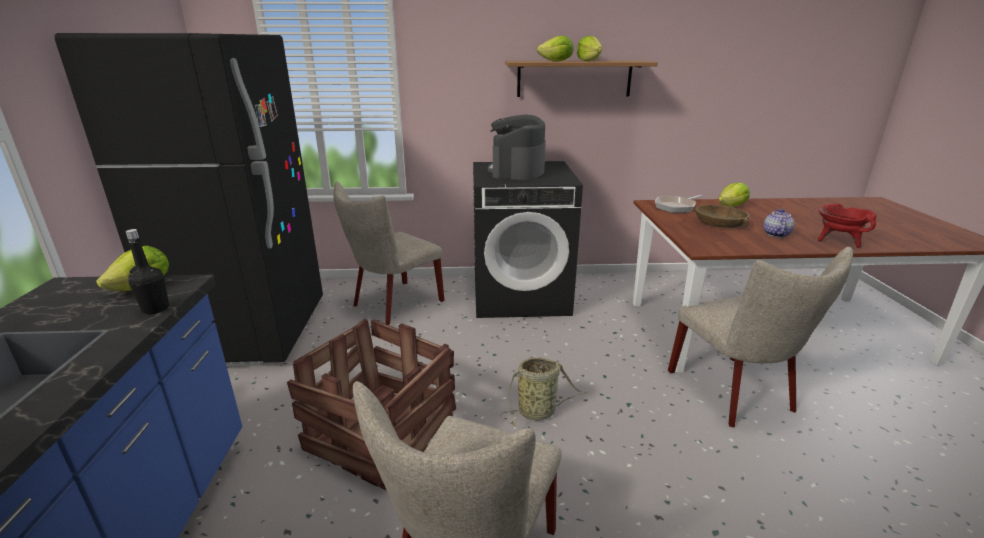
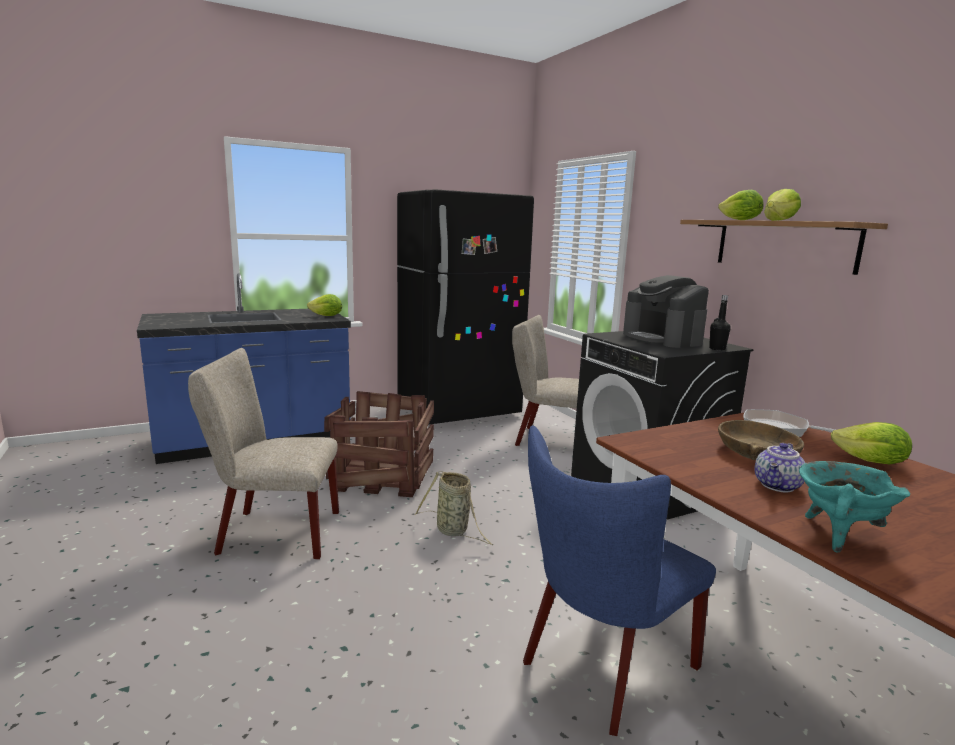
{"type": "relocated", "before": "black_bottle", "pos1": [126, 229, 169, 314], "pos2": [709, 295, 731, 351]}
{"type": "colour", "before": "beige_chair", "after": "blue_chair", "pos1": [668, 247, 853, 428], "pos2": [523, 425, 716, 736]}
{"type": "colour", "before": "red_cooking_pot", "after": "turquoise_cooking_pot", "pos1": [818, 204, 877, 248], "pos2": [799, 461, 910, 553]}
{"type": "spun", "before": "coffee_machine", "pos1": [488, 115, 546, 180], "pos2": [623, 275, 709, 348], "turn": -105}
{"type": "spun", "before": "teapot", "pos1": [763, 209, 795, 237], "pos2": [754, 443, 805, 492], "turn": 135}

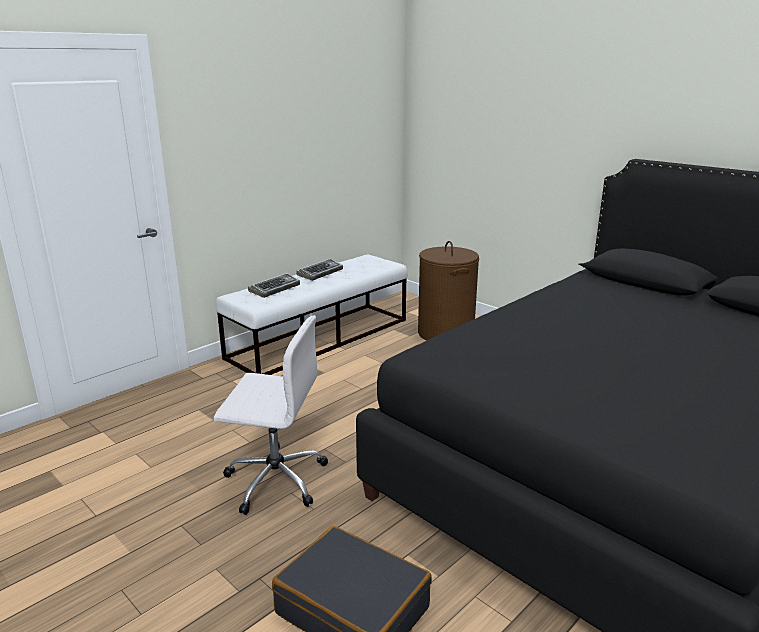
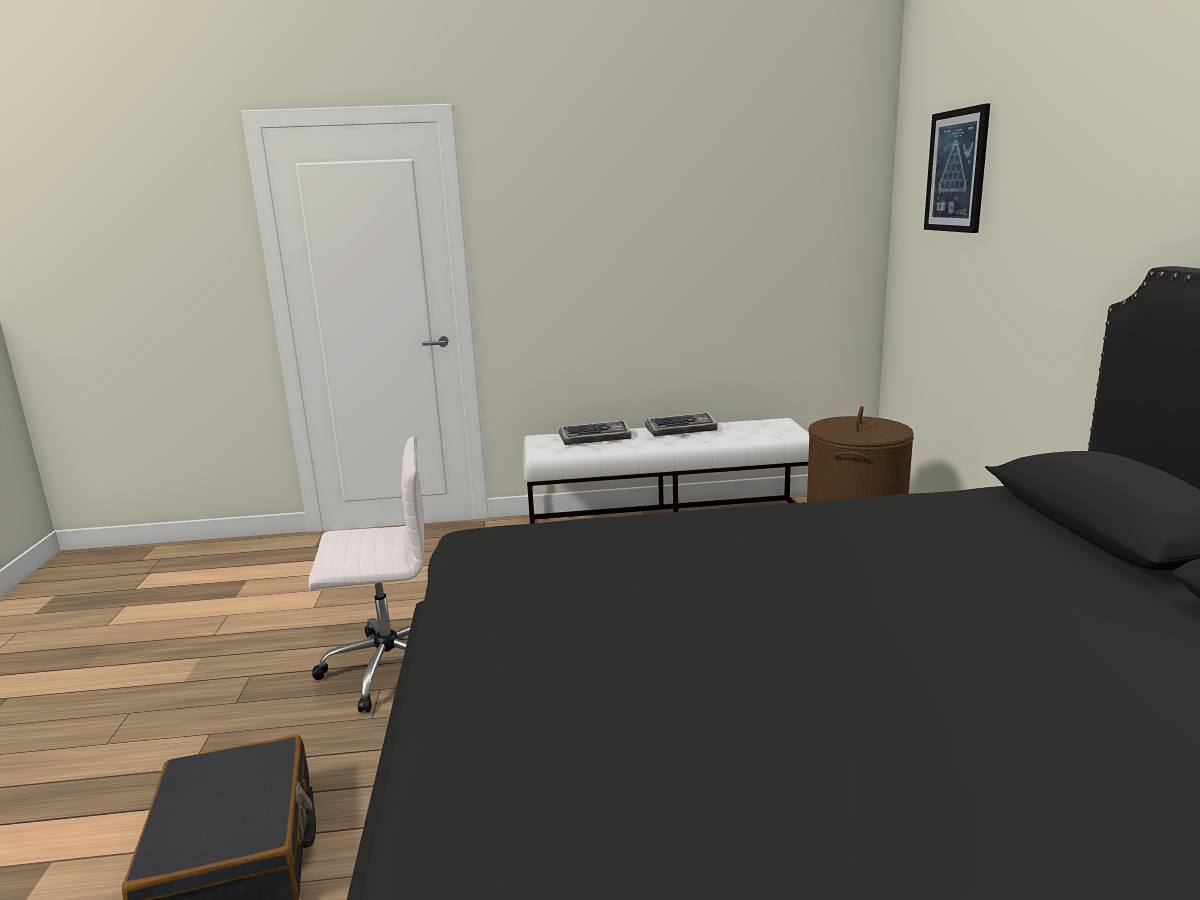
{"type": "appeared", "after": "picture", "pos2": [924, 103, 990, 233]}
{"type": "spun", "before": "white_office_chair", "pos1": [214, 315, 328, 515], "pos2": [308, 436, 424, 713], "turn": -60}

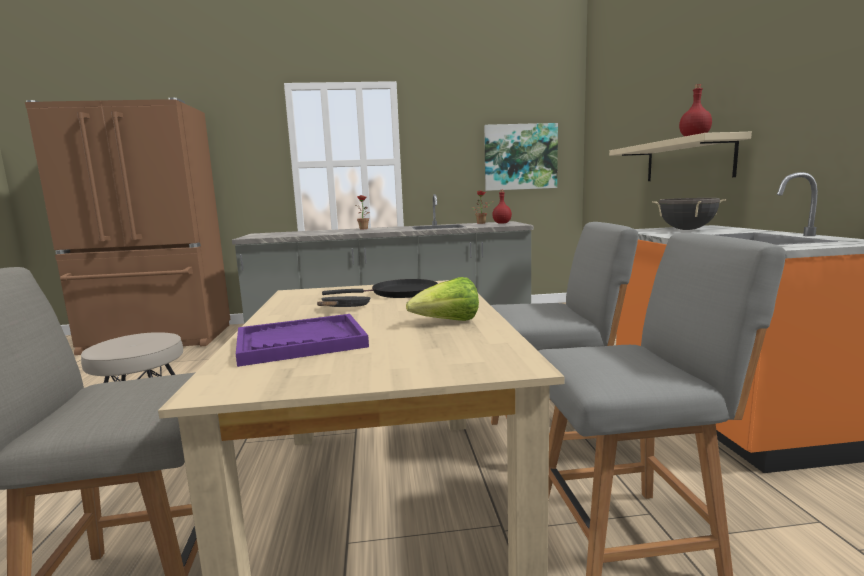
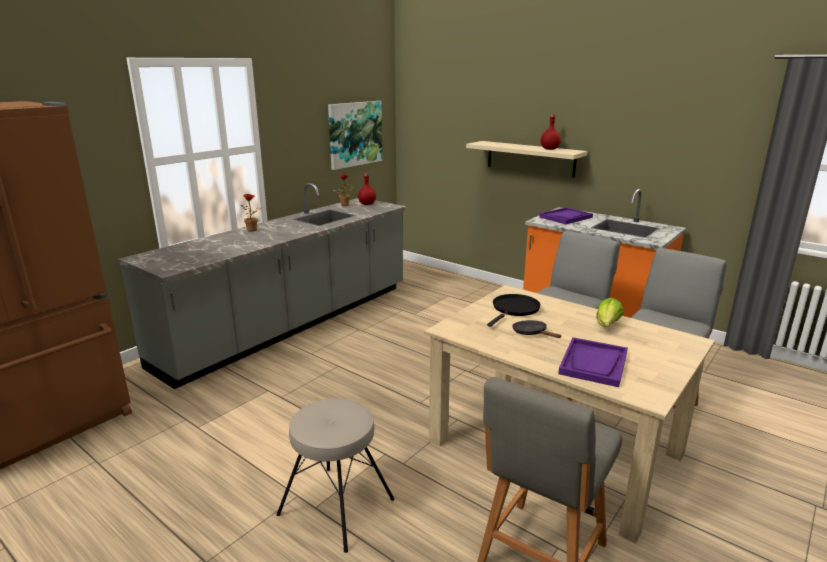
{"type": "exchanged", "before": "black_cooking_pot", "after": "purple_tray", "pos1": [652, 198, 726, 230], "pos2": [539, 207, 593, 224]}

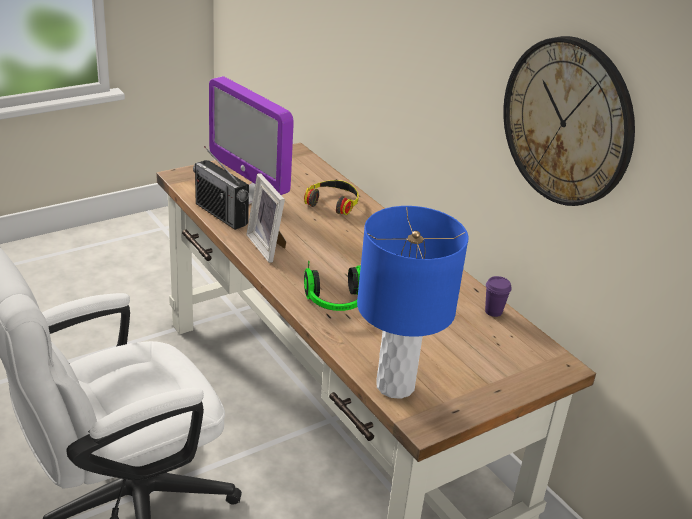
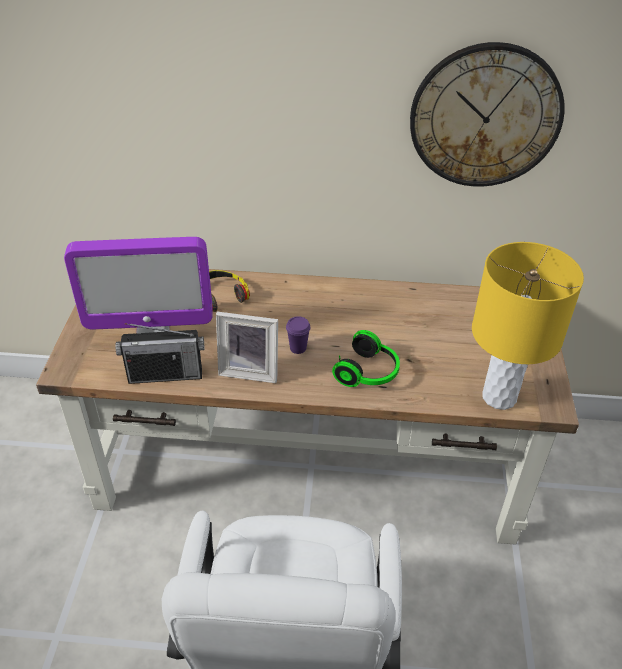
{"type": "relocated", "before": "purple_cup", "pos1": [485, 276, 512, 317], "pos2": [286, 316, 311, 354]}
{"type": "colour", "before": "blue_table_lamp", "after": "yellow_table_lamp", "pos1": [357, 206, 469, 399], "pos2": [472, 242, 584, 410]}

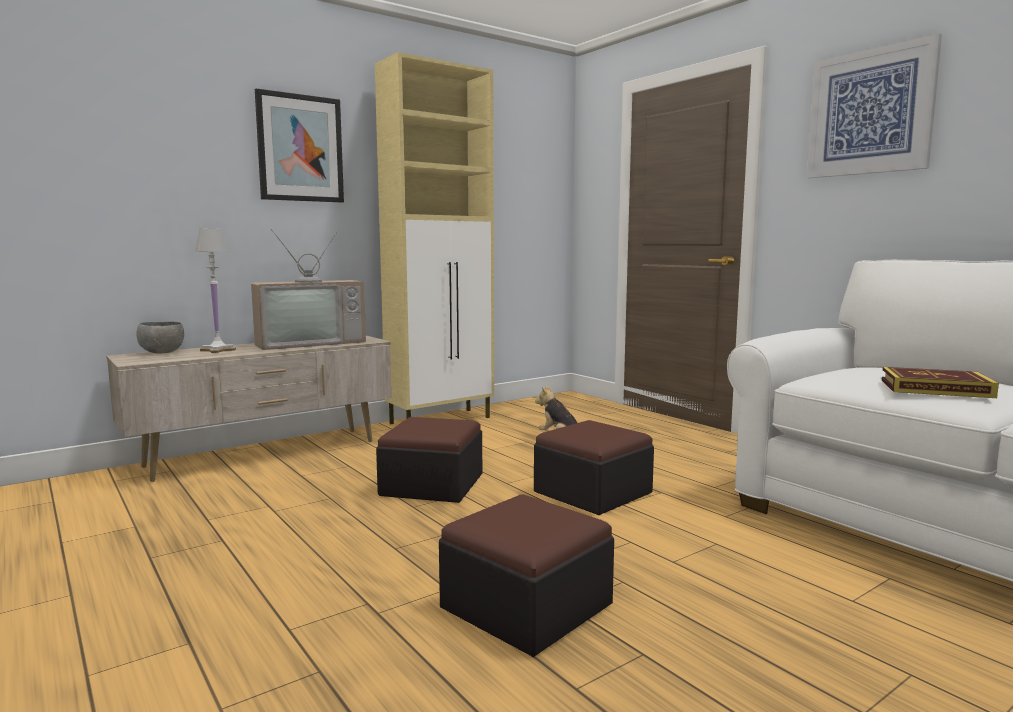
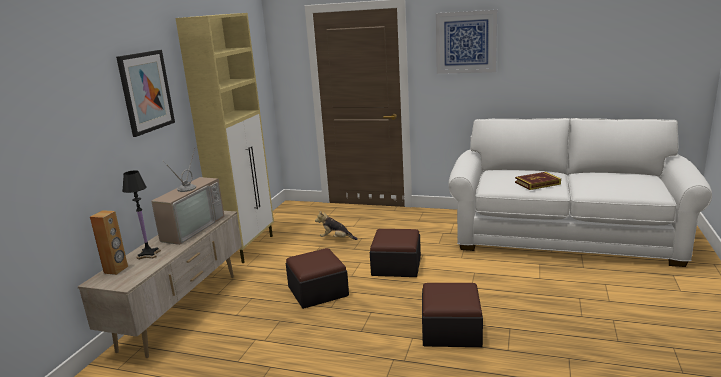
{"type": "exchanged", "before": "grey_bowl", "after": "brown_speaker", "pos1": [136, 321, 184, 353], "pos2": [90, 210, 128, 275]}
{"type": "colour", "before": "white_table_lamp", "after": "black_table_lamp", "pos1": [194, 228, 236, 353], "pos2": [122, 170, 161, 260]}

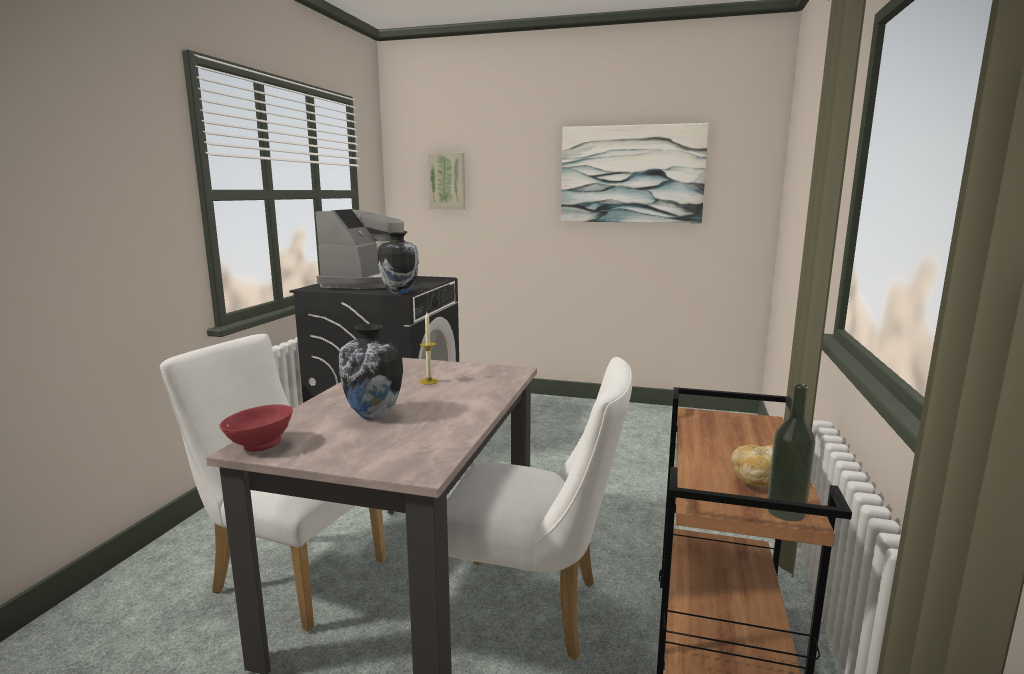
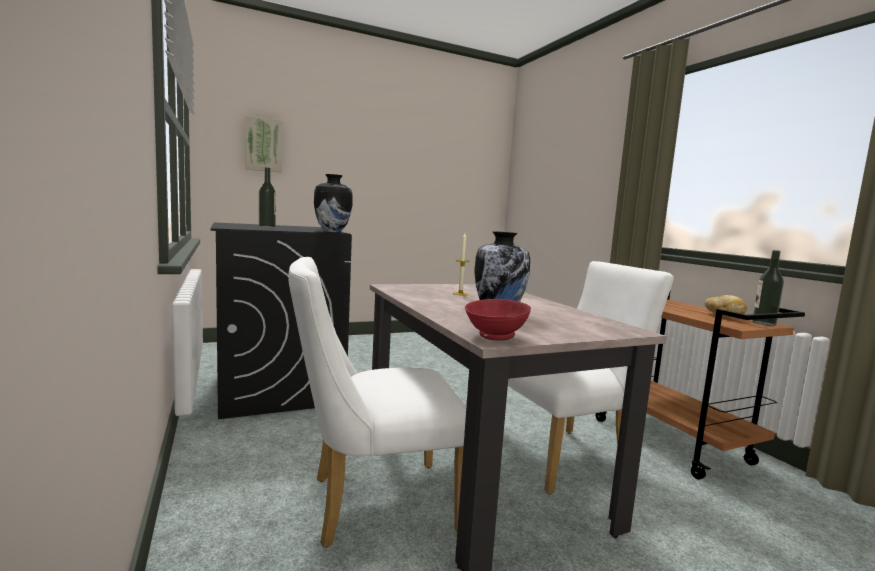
{"type": "missing", "before": "picture", "pos1": [561, 123, 709, 223]}
{"type": "exchanged", "before": "coffee_machine", "after": "bottle", "pos1": [315, 209, 408, 289], "pos2": [259, 167, 276, 228]}

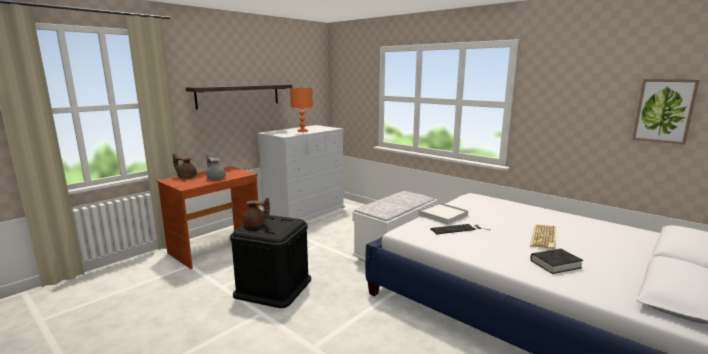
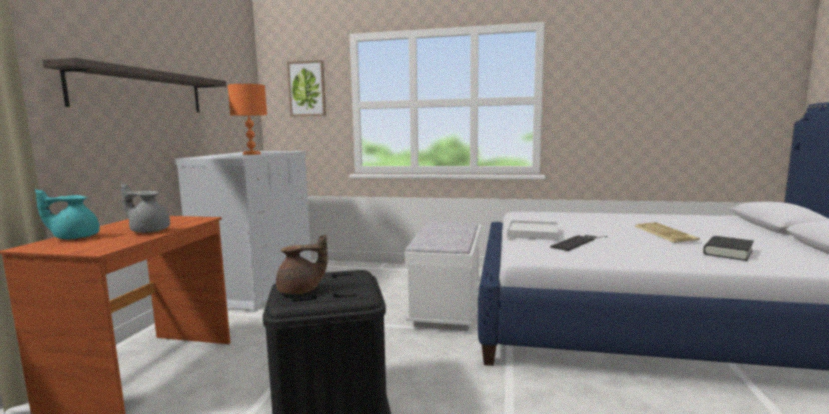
{"type": "relocated", "before": "picture", "pos1": [632, 79, 699, 145], "pos2": [287, 60, 326, 116]}
{"type": "colour", "before": "brown_teapot", "after": "turquoise_teapot", "pos1": [172, 153, 197, 179], "pos2": [35, 189, 100, 239]}

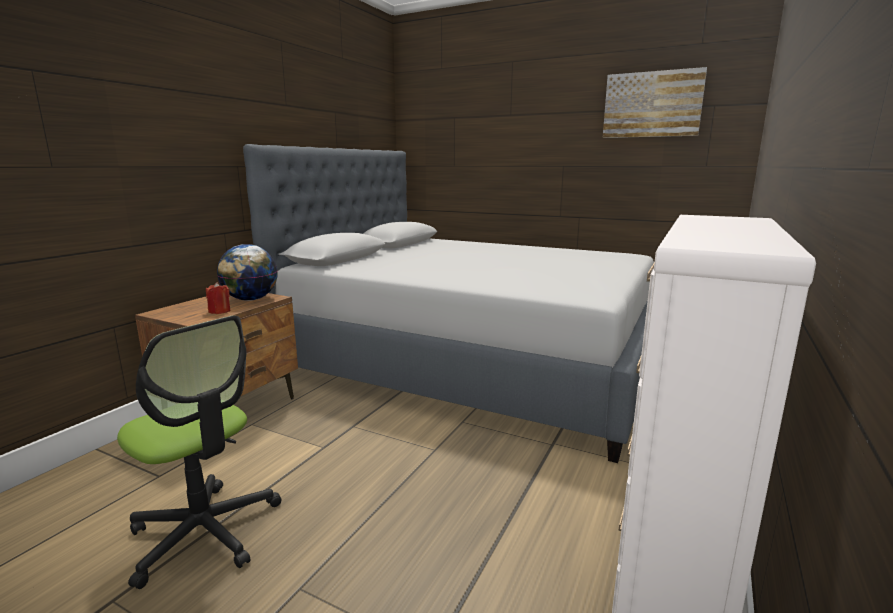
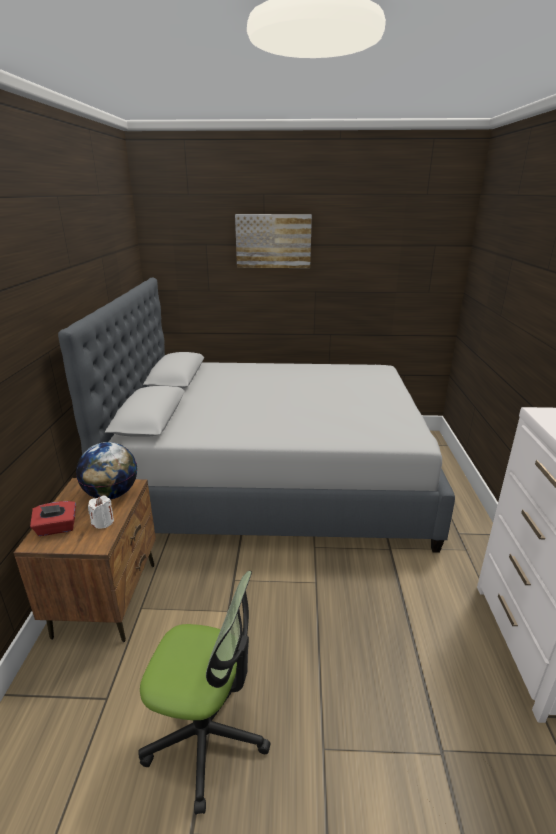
{"type": "appeared", "after": "red_tissue_box", "pos2": [30, 501, 76, 536]}
{"type": "relocated", "before": "picture", "pos1": [603, 67, 707, 138], "pos2": [235, 214, 312, 268]}
{"type": "colour", "before": "red_candle", "after": "white_candle", "pos1": [206, 282, 230, 314], "pos2": [88, 496, 114, 529]}

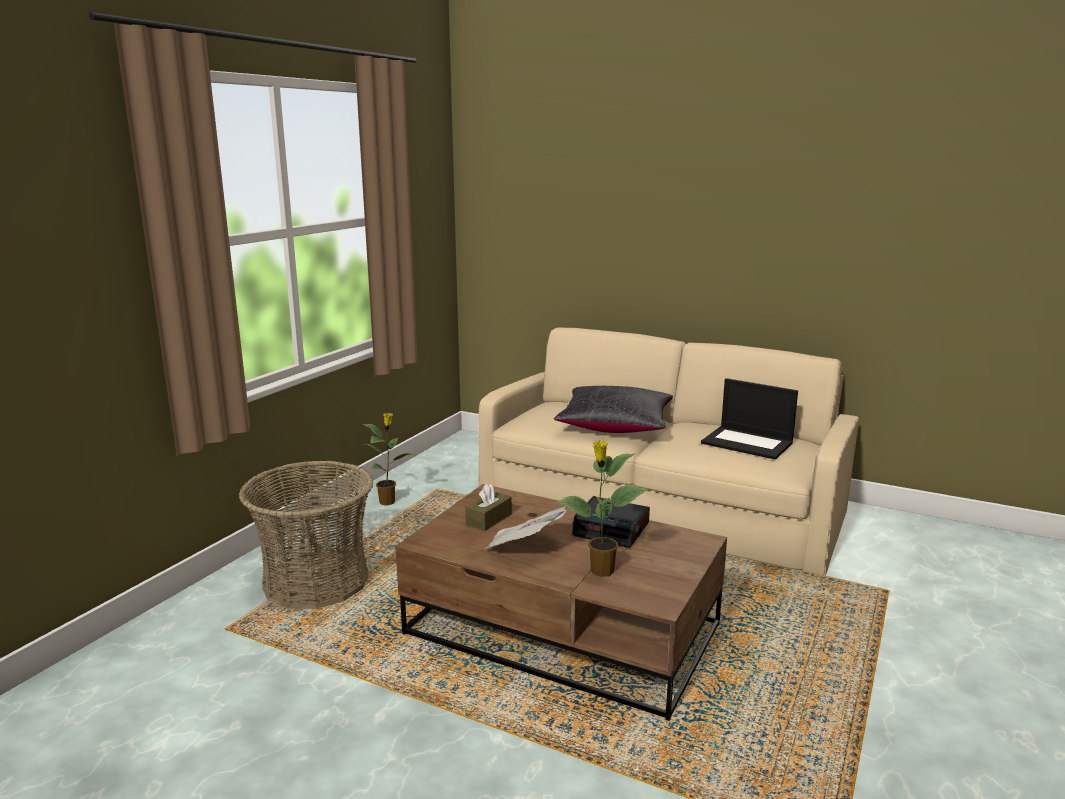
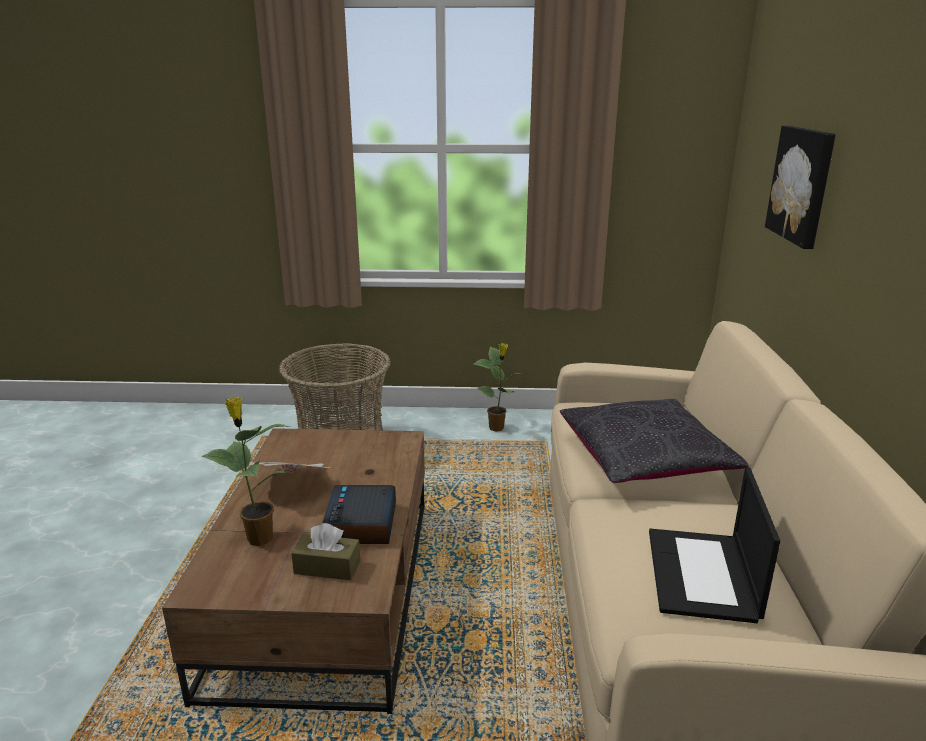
{"type": "appeared", "after": "picture", "pos2": [765, 126, 836, 249]}
{"type": "relocated", "before": "brown_tissue_box", "pos1": [465, 483, 512, 531], "pos2": [291, 523, 361, 580]}

